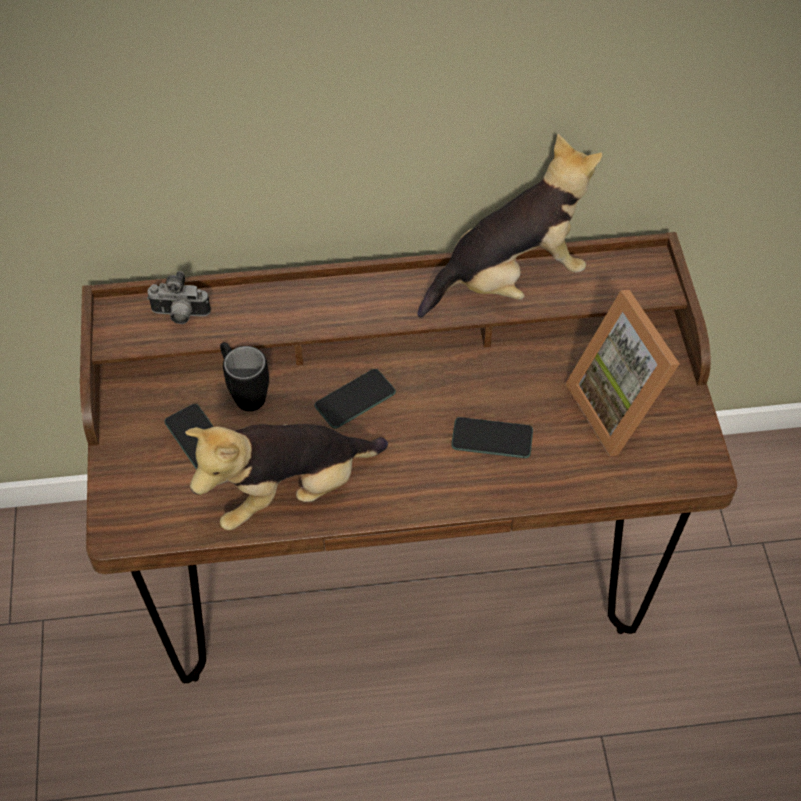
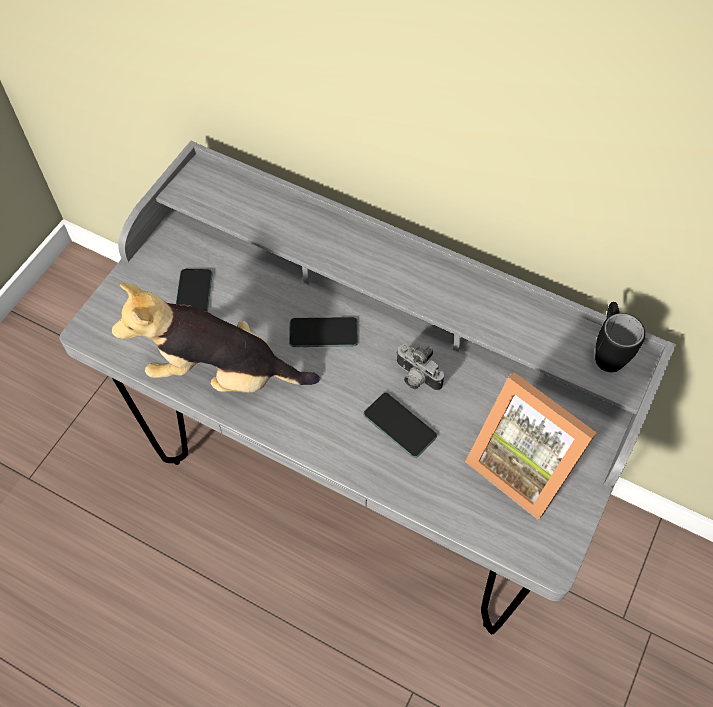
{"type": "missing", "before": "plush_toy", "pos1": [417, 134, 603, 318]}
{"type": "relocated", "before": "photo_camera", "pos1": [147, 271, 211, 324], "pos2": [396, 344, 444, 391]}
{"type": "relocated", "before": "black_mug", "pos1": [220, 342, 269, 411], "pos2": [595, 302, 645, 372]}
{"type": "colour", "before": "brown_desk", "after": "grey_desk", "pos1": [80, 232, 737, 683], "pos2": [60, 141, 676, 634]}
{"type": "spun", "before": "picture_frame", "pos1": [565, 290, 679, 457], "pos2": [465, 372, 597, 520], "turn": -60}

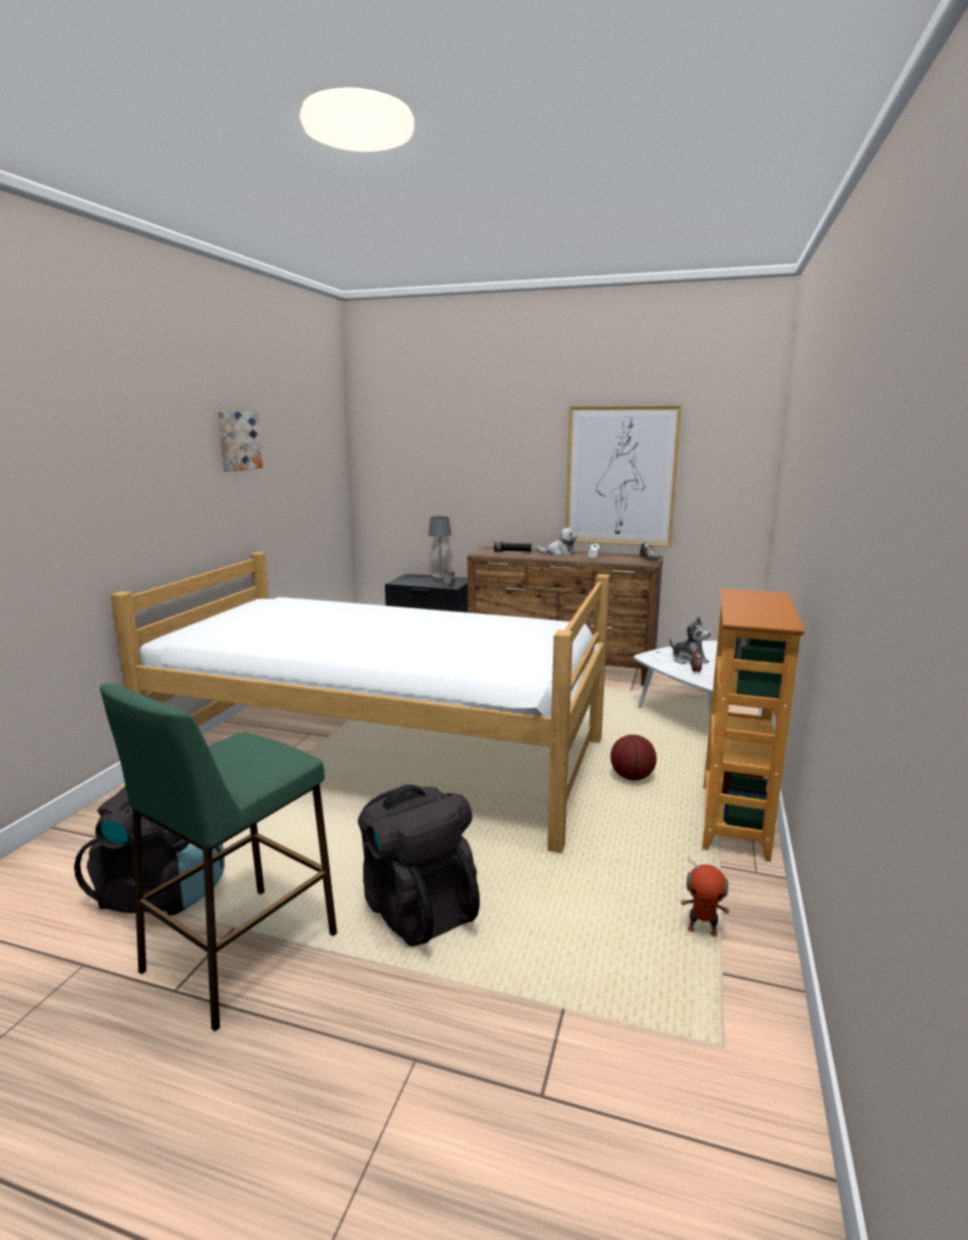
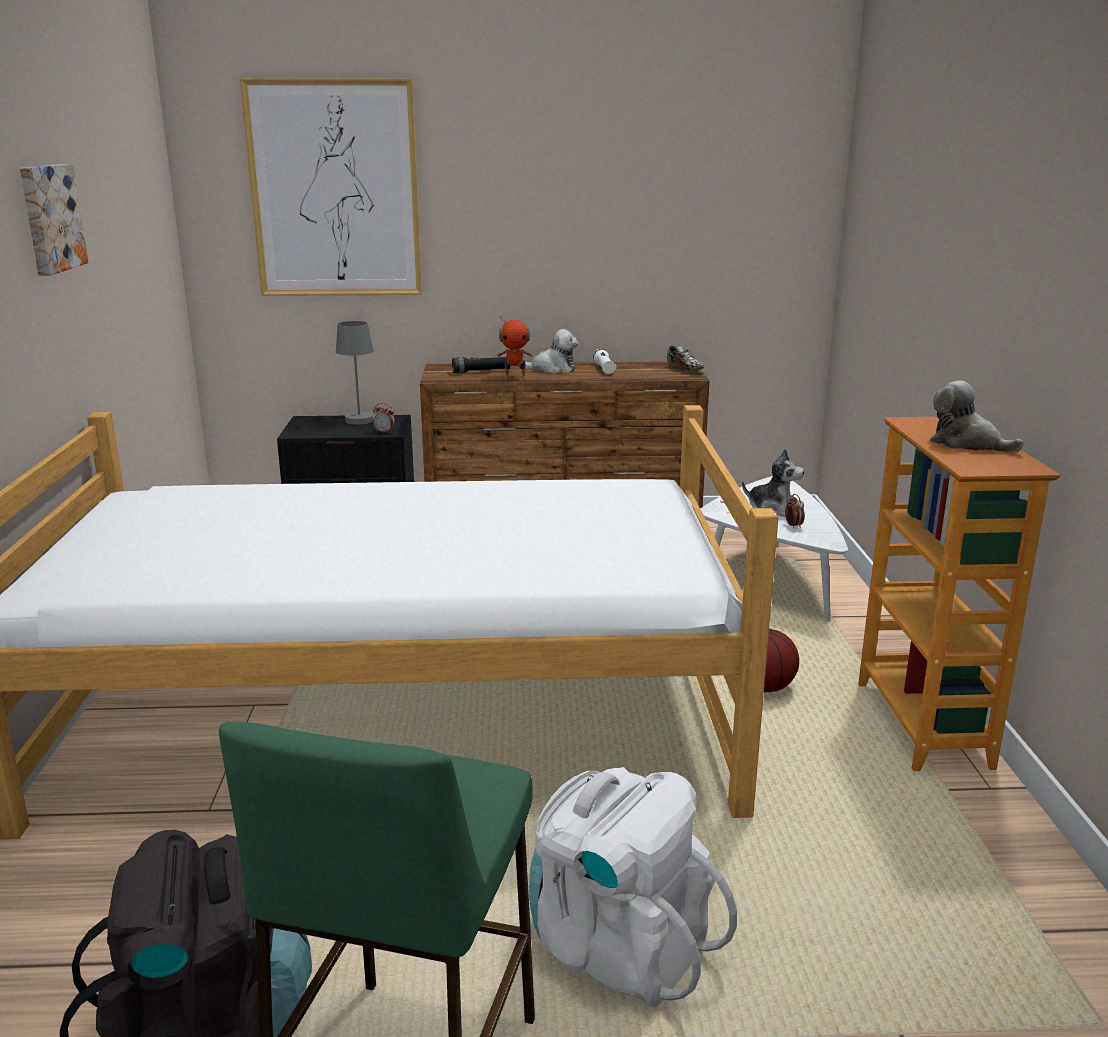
{"type": "appeared", "after": "plush_toy", "pos2": [930, 380, 1024, 452]}
{"type": "relocated", "before": "picture", "pos1": [565, 405, 682, 547], "pos2": [240, 78, 422, 296]}
{"type": "relocated", "before": "toy_robot", "pos1": [681, 857, 730, 937], "pos2": [497, 315, 533, 379]}
{"type": "colour", "before": "black_backpack", "after": "white_backpack", "pos1": [358, 784, 480, 946], "pos2": [529, 767, 737, 1007]}

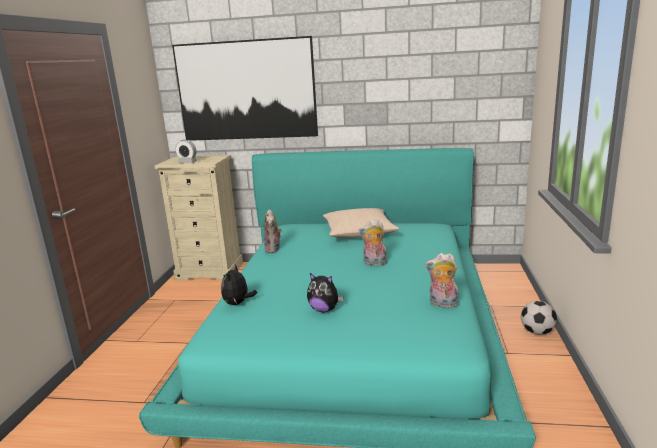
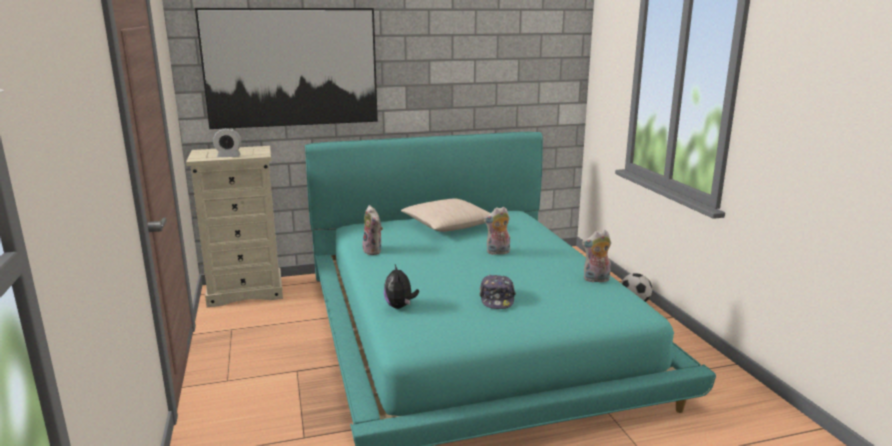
{"type": "exchanged", "before": "plush_toy", "after": "cap", "pos1": [307, 273, 344, 312], "pos2": [480, 275, 516, 309]}

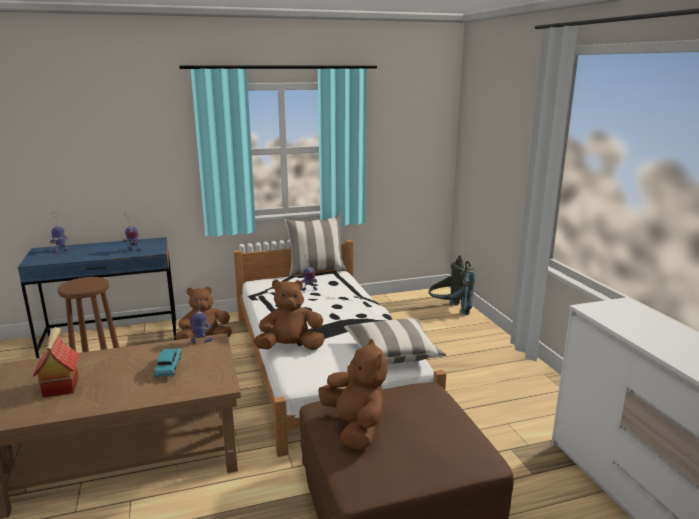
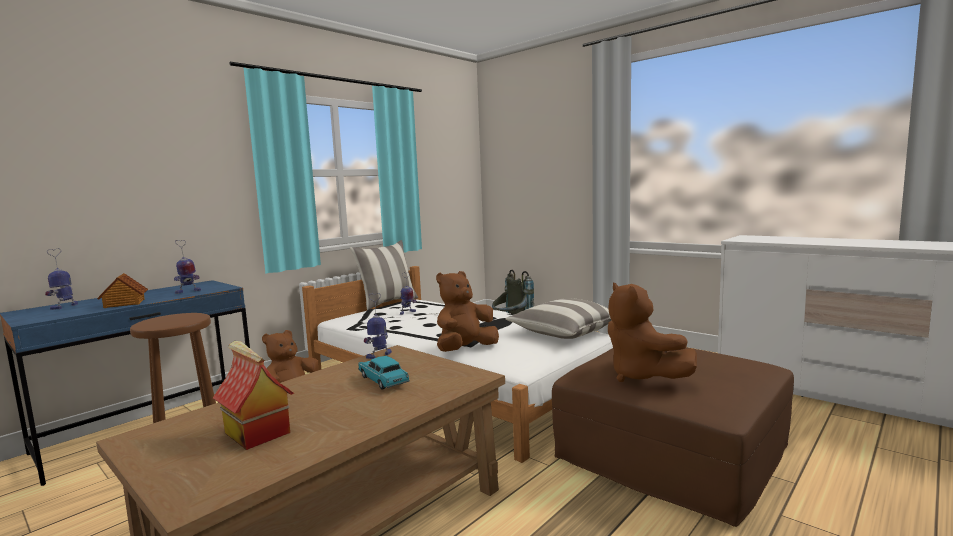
{"type": "appeared", "after": "toy_house", "pos2": [97, 273, 148, 308]}
{"type": "spun", "before": "brown_plush_toy", "pos1": [319, 339, 387, 450], "pos2": [608, 283, 697, 382], "turn": -150}

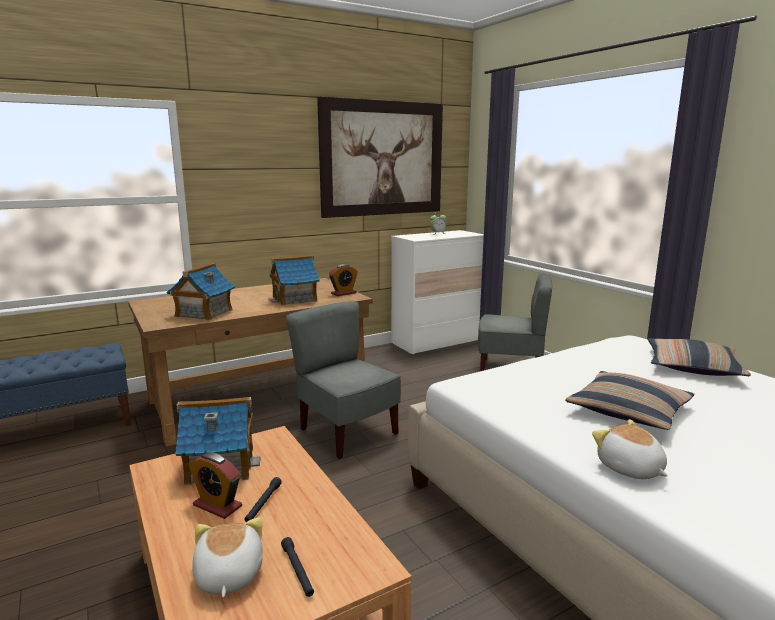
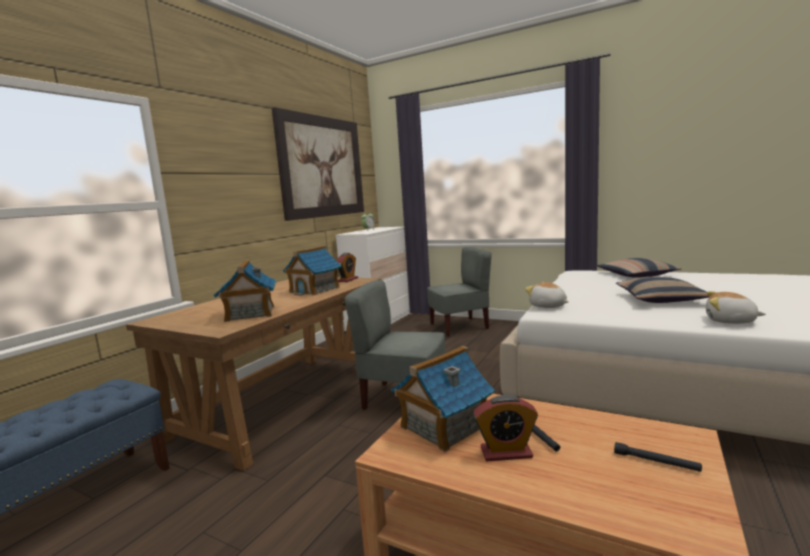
{"type": "relocated", "before": "plush_toy", "pos1": [192, 517, 263, 597], "pos2": [525, 282, 569, 308]}

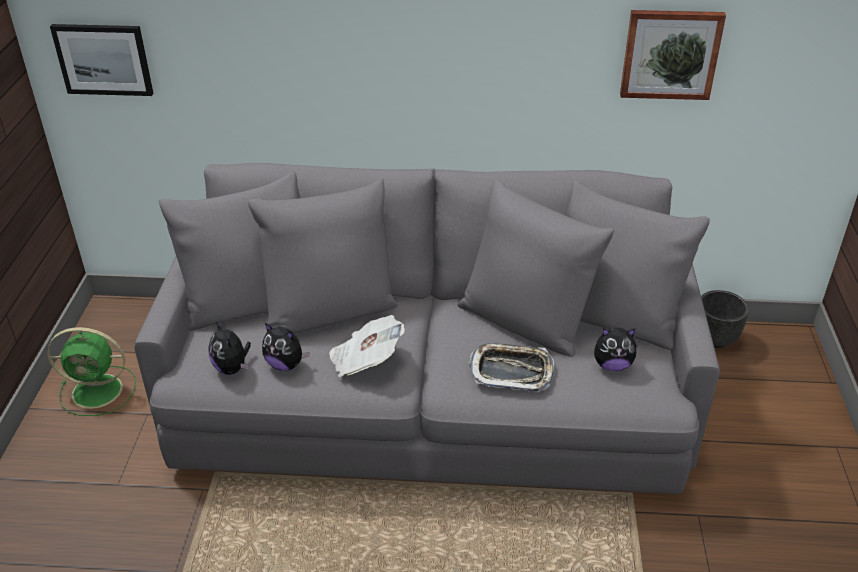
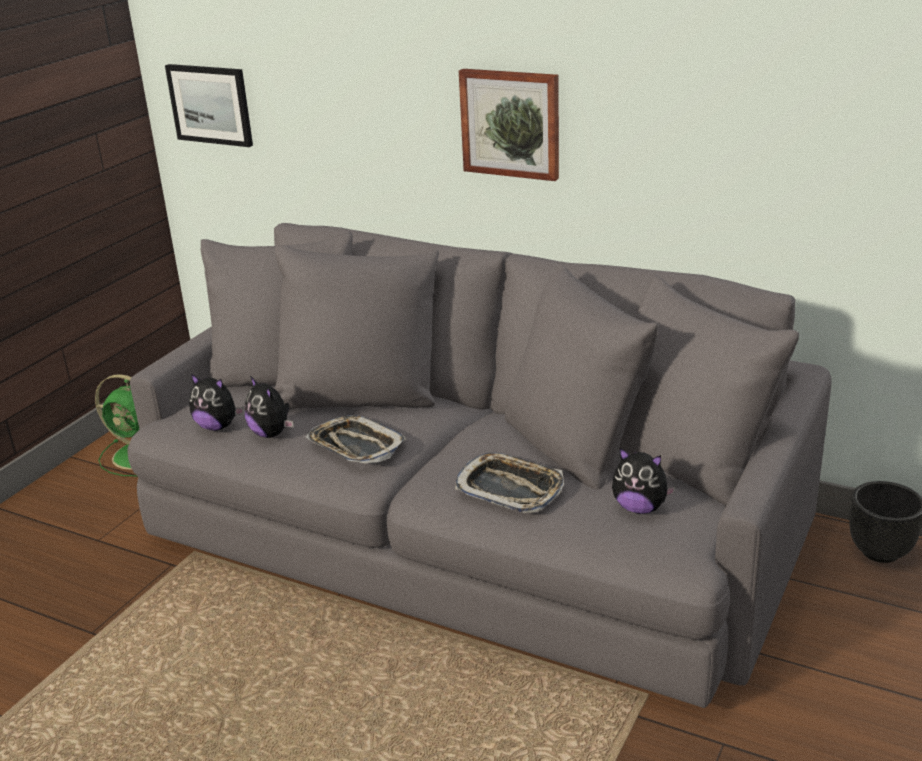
{"type": "relocated", "before": "picture", "pos1": [620, 10, 726, 100], "pos2": [459, 69, 559, 181]}
{"type": "exchanged", "before": "newspaper", "after": "tray", "pos1": [329, 315, 405, 377], "pos2": [306, 415, 406, 464]}
{"type": "spun", "before": "plush_toy", "pos1": [209, 321, 251, 375], "pos2": [189, 374, 244, 431], "turn": -60}

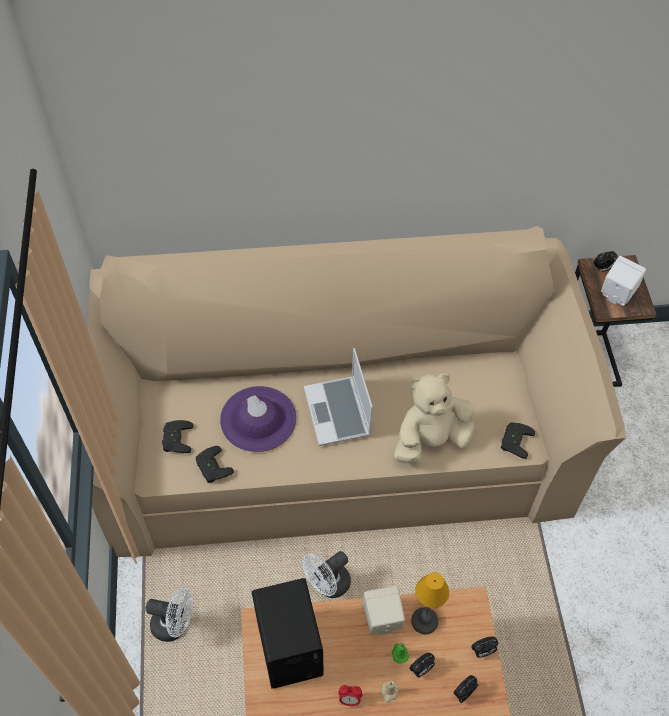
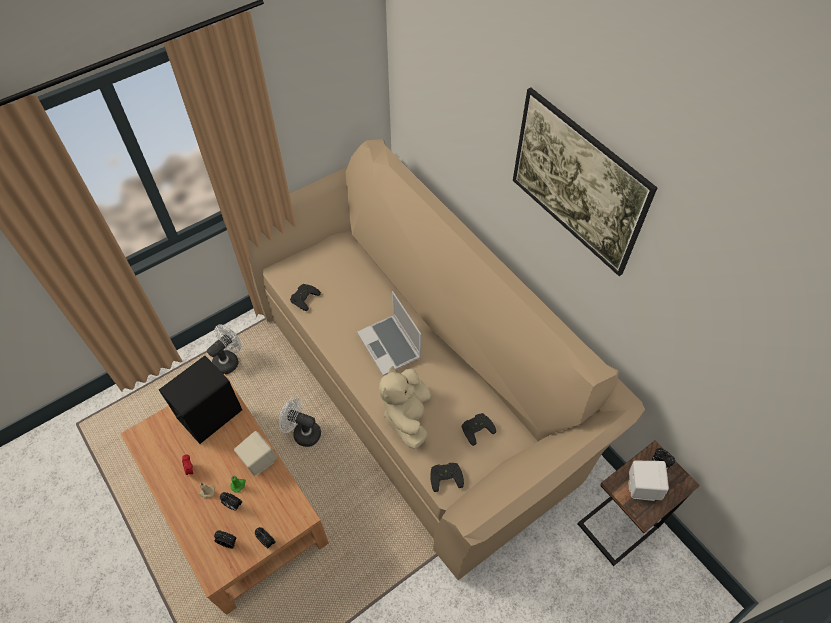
{"type": "missing", "before": "purple_hat", "pos1": [220, 386, 296, 452]}
{"type": "missing", "before": "table_lamp", "pos1": [411, 572, 449, 634]}
{"type": "appeared", "after": "picture", "pos2": [513, 87, 657, 276]}
{"type": "relocated", "before": "black_game_controller", "pos1": [162, 420, 193, 453], "pos2": [462, 413, 496, 446]}
{"type": "spun", "before": "white_fan", "pos1": [146, 588, 193, 642], "pos2": [207, 324, 242, 374], "turn": -120}
{"type": "spun", "before": "laptop", "pos1": [304, 348, 373, 446], "pos2": [357, 291, 421, 376], "turn": -75}
{"type": "spun", "before": "beige_plush_toy", "pos1": [394, 373, 475, 464], "pos2": [379, 366, 431, 448], "turn": -120}

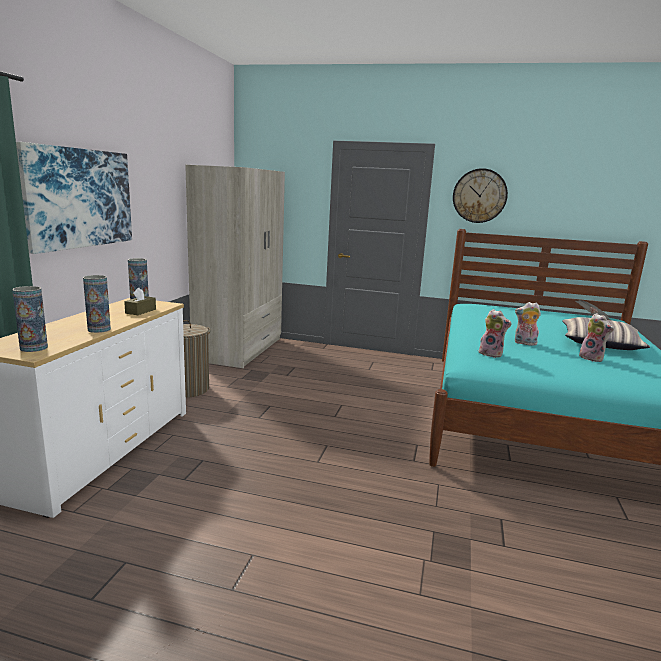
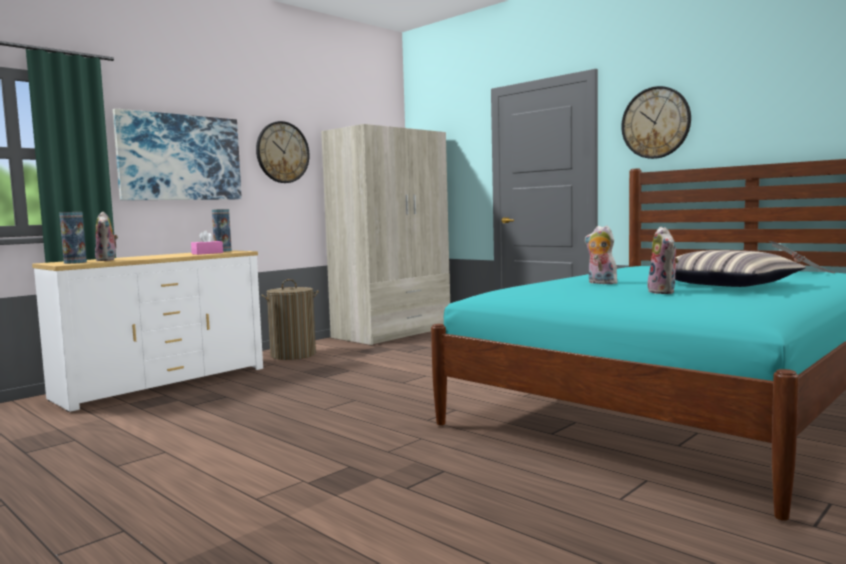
{"type": "missing", "before": "vase", "pos1": [83, 275, 111, 333]}
{"type": "appeared", "after": "wall_clock", "pos2": [256, 121, 310, 183]}
{"type": "relocated", "before": "plush_toy", "pos1": [479, 309, 512, 358], "pos2": [95, 211, 118, 261]}
{"type": "colour", "before": "brown_tissue_box", "after": "pink_tissue_box", "pos1": [124, 287, 156, 315], "pos2": [191, 230, 223, 255]}

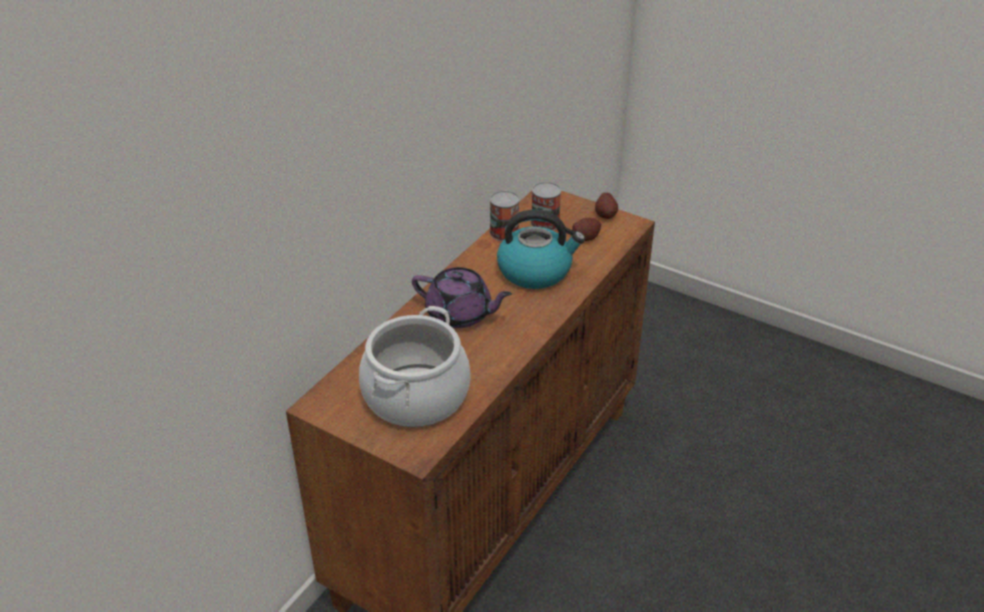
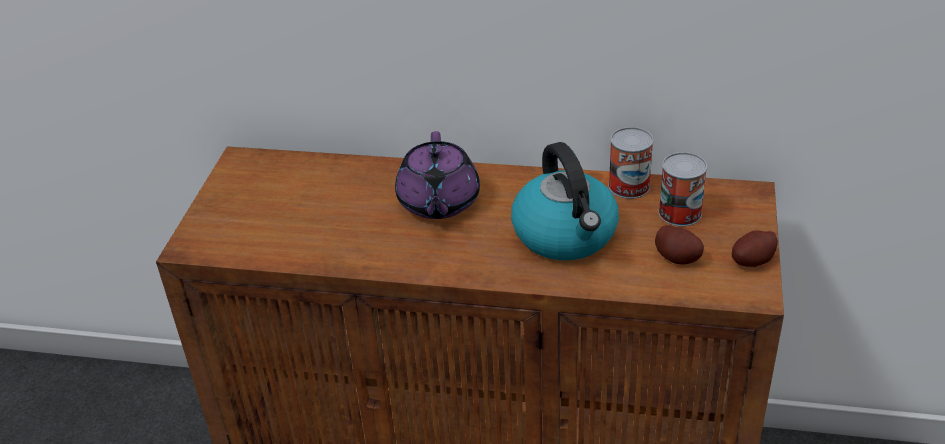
{"type": "missing", "before": "cooking_pot", "pos1": [359, 306, 470, 427]}

